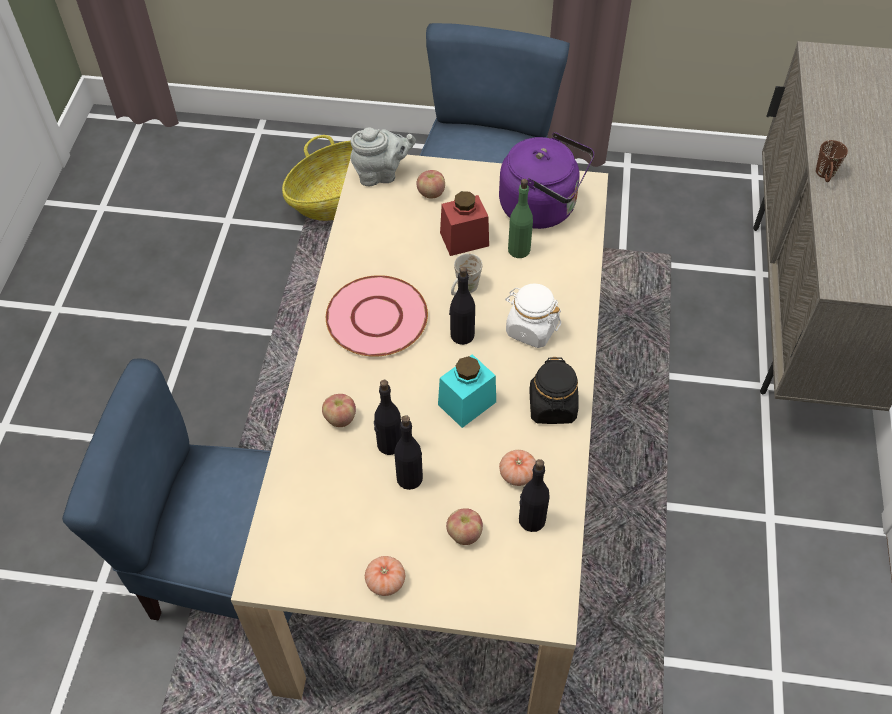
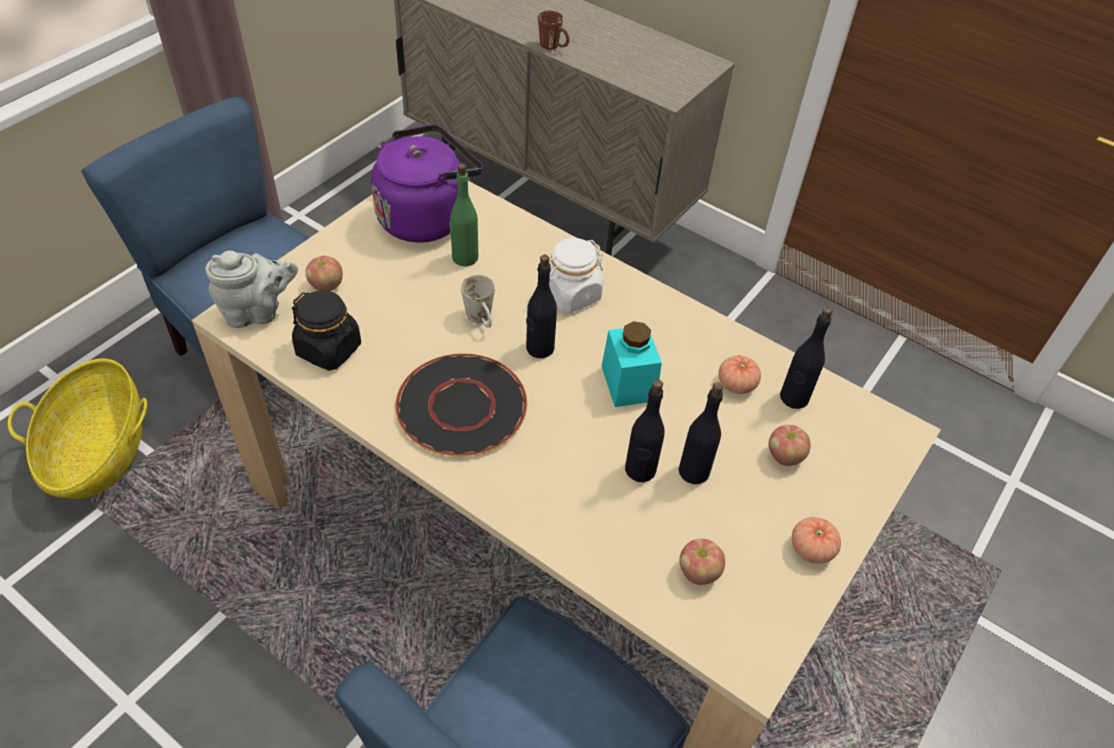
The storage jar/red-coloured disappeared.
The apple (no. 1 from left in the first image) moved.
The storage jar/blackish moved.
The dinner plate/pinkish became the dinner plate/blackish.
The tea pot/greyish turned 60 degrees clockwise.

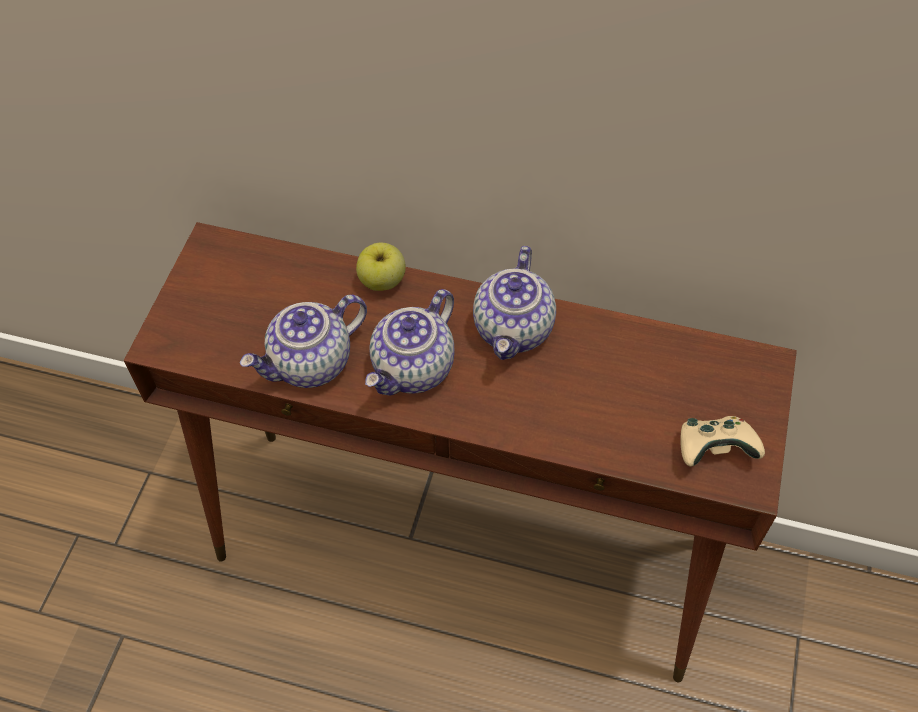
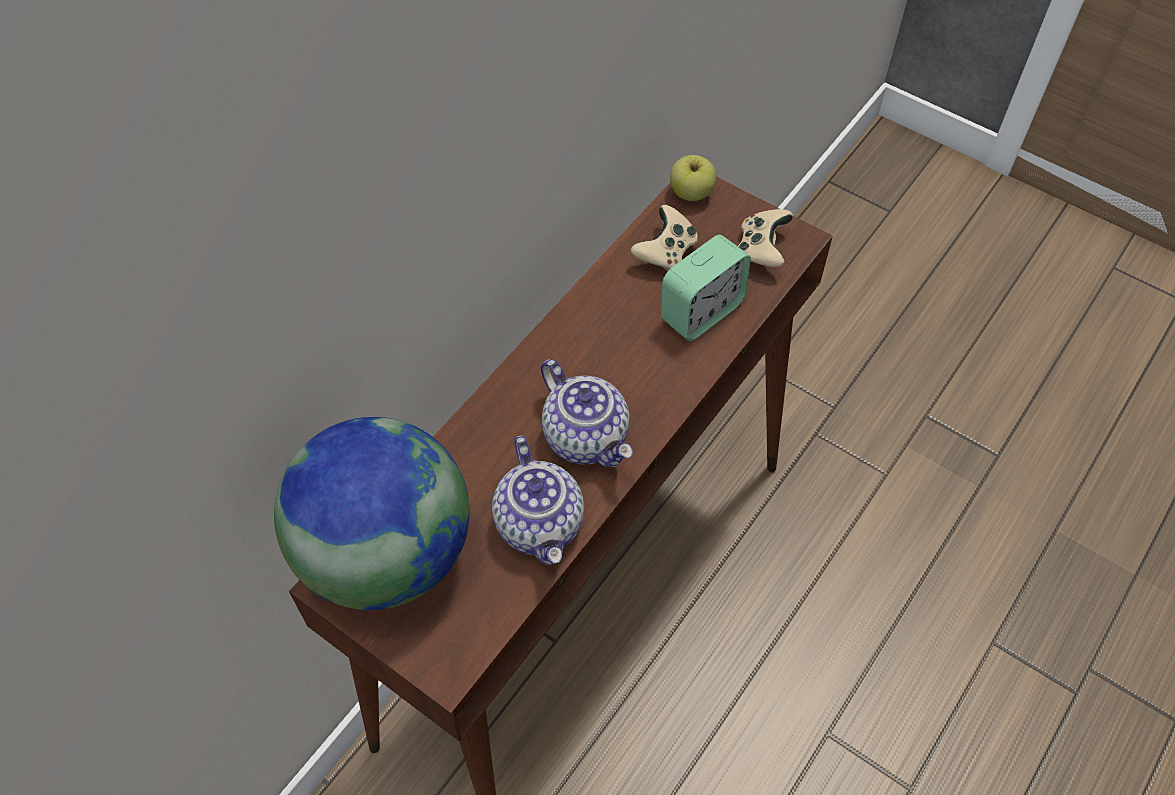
The tea pot (no. 3 from left) disappeared.
The globe appeared.
The gamepad/beige-coloured (no. 1 from left) appeared.
The table clock appeared.
The apple moved.

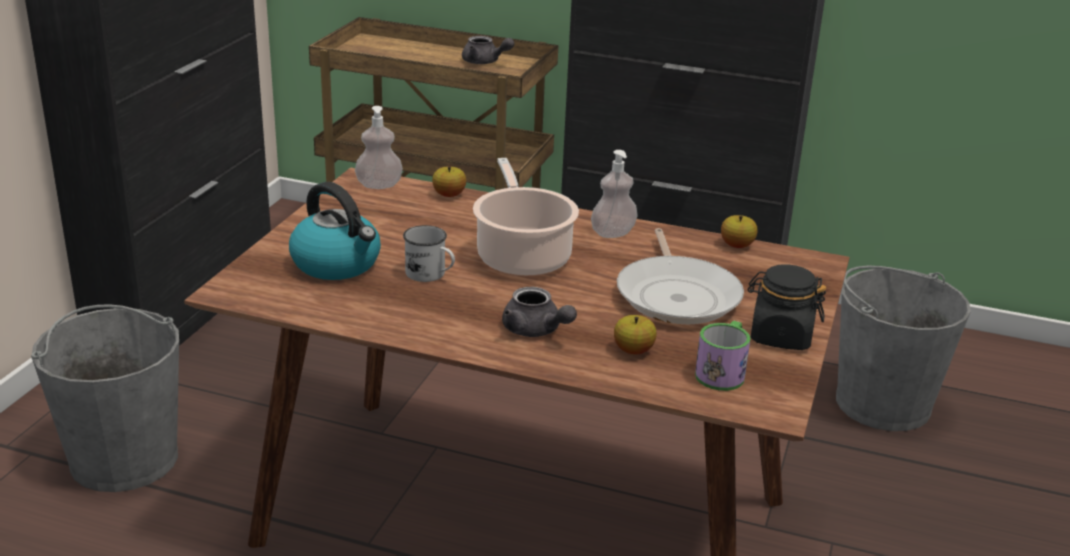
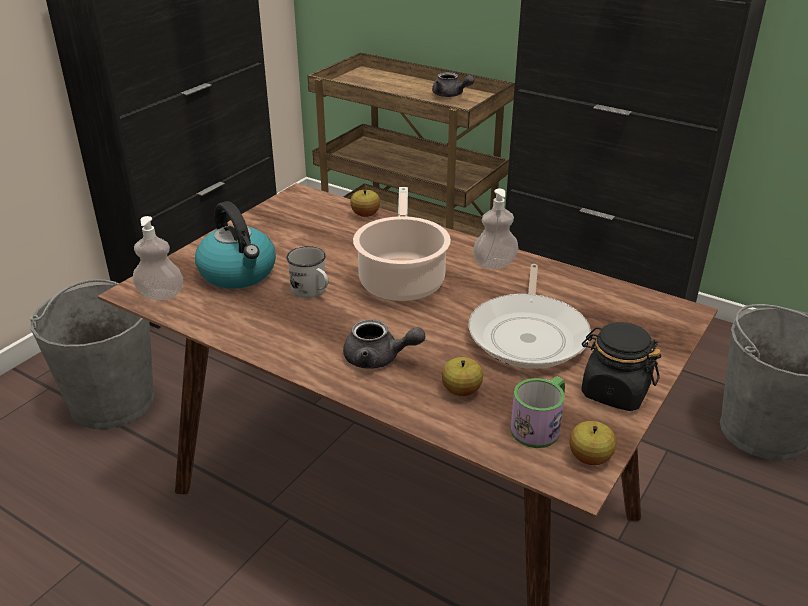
The liquid soap bottle (no. 1 from left) moved.
The apple (no. 3 from left) moved.
The tea pot/greyish (no. 2 from left in the first image) turned 45 degrees counterclockwise.

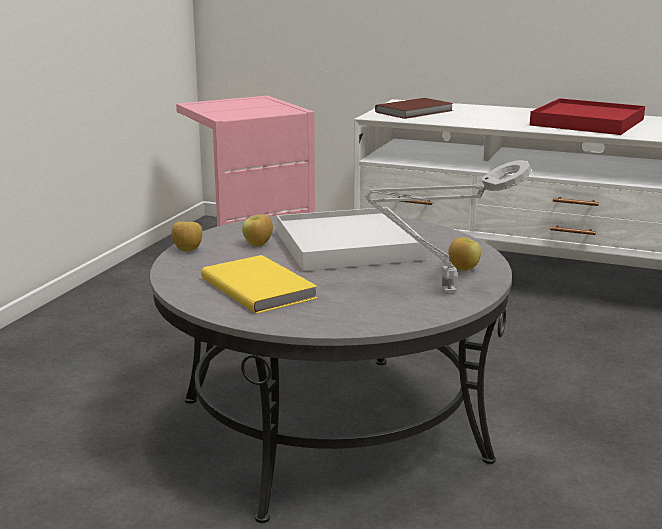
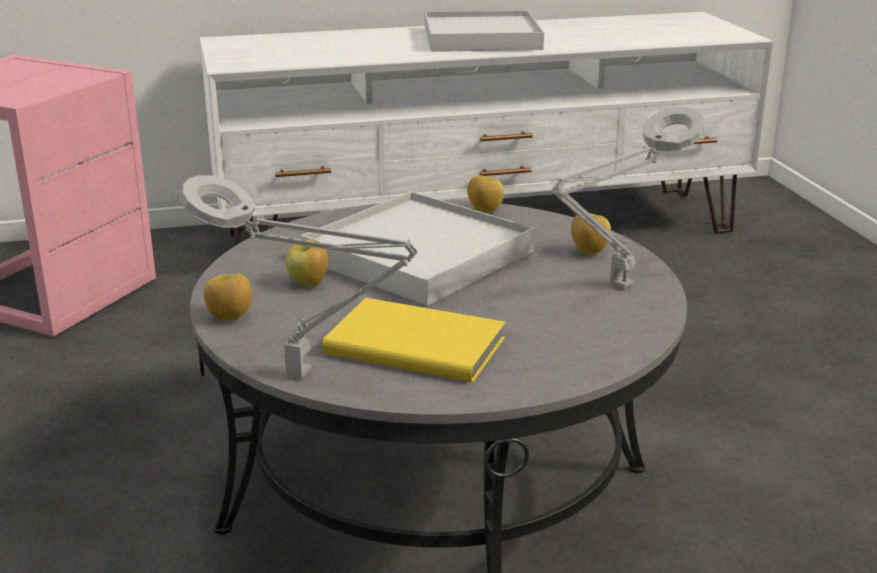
The bound book/brown-coloured disappeared.
The lamp for a table/greyish (no. 1 from left) appeared.
The apple (no. 3 from left) appeared.
The serving tray/red-coloured became the serving tray/white (no. 2 from left).

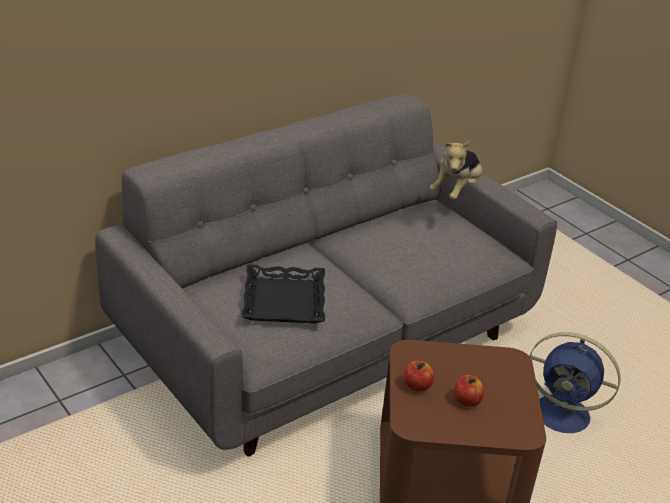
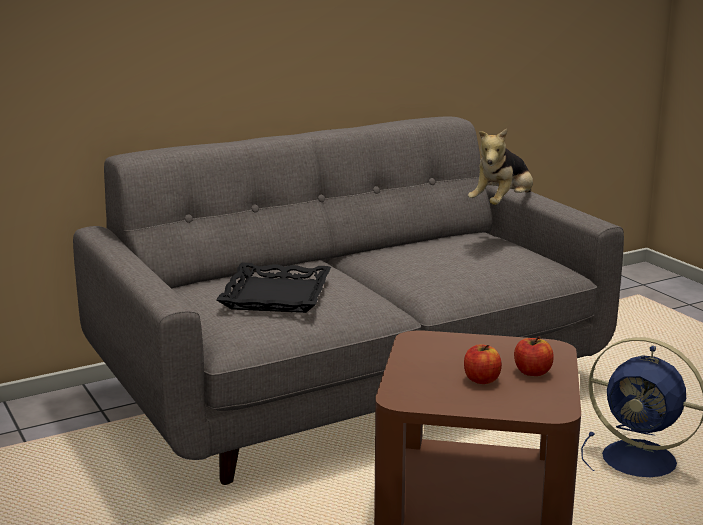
The apple (no. 1 from left in the first image) moved.

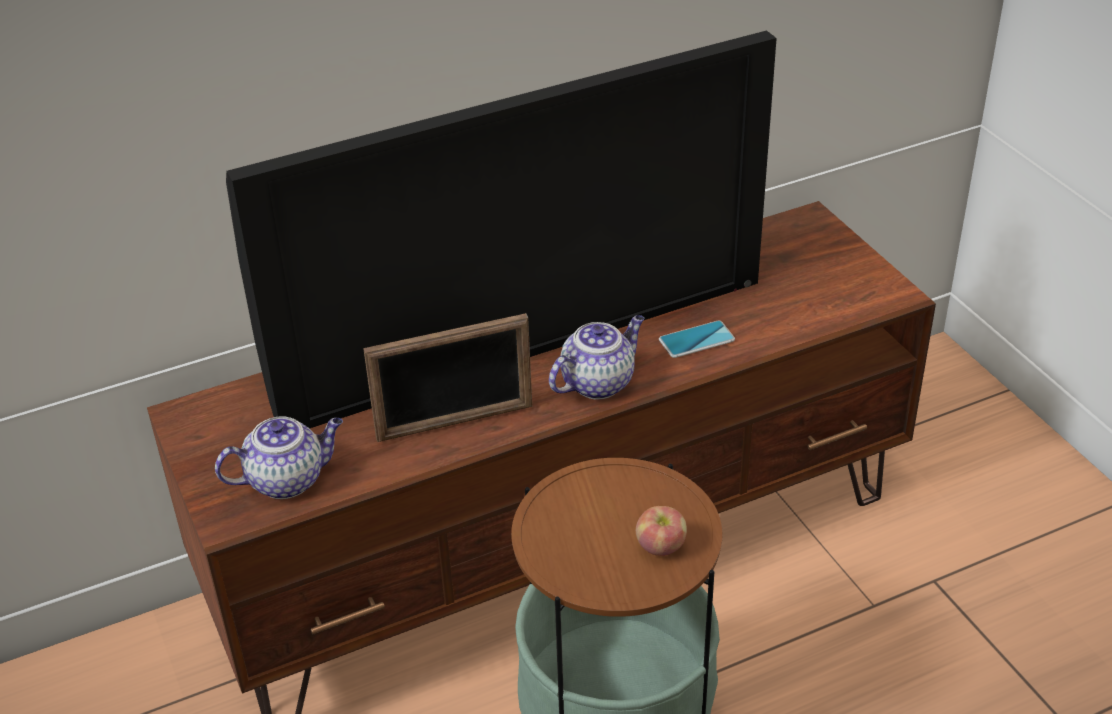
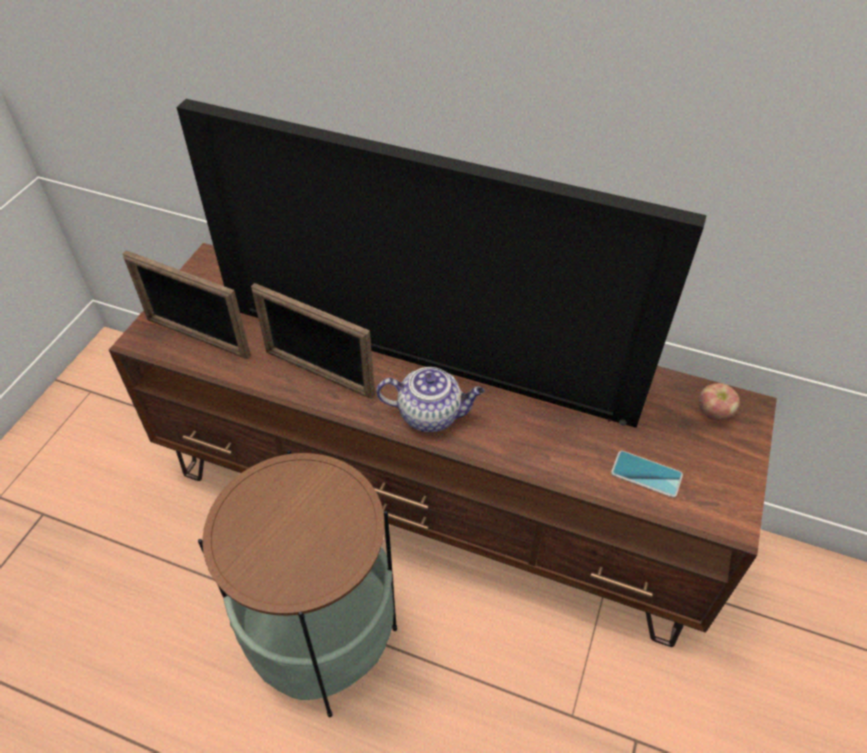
The apple moved.
The telephone moved.
The tea pot (no. 1 from left) was replaced by the standing frame (no. 1 from left).

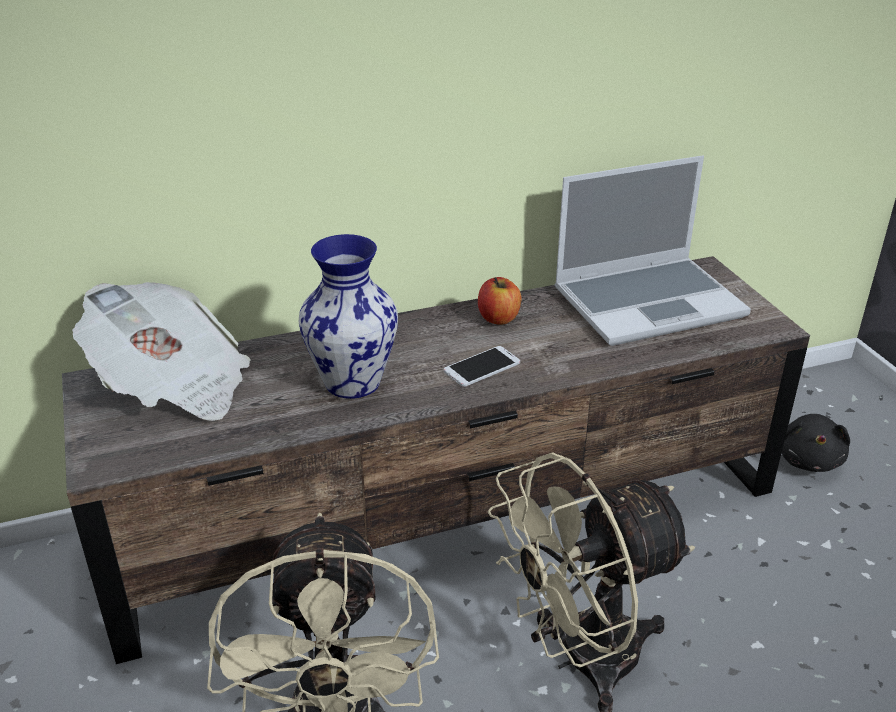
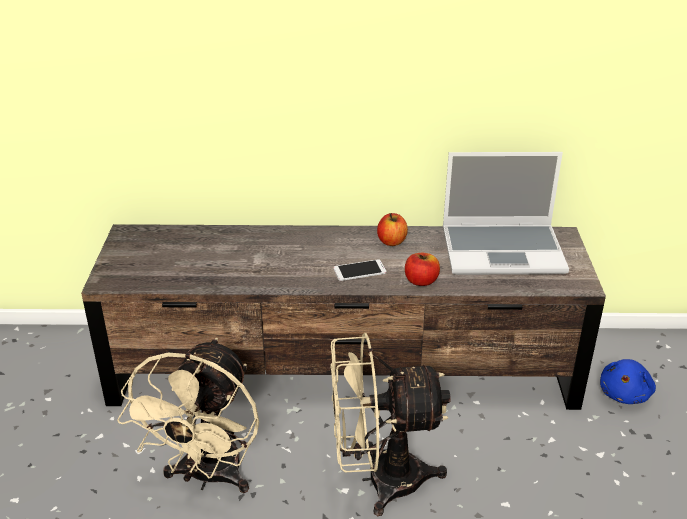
The daily paper disappeared.
The flower vase disappeared.
The apple (no. 2 from left) appeared.
The plush toy/blackish became the plush toy/blue-coloured.

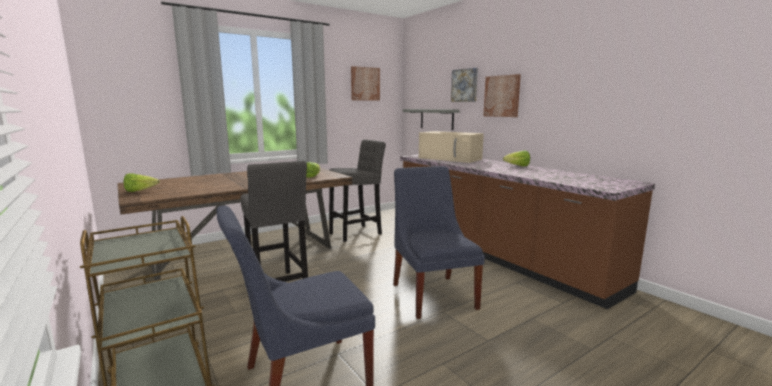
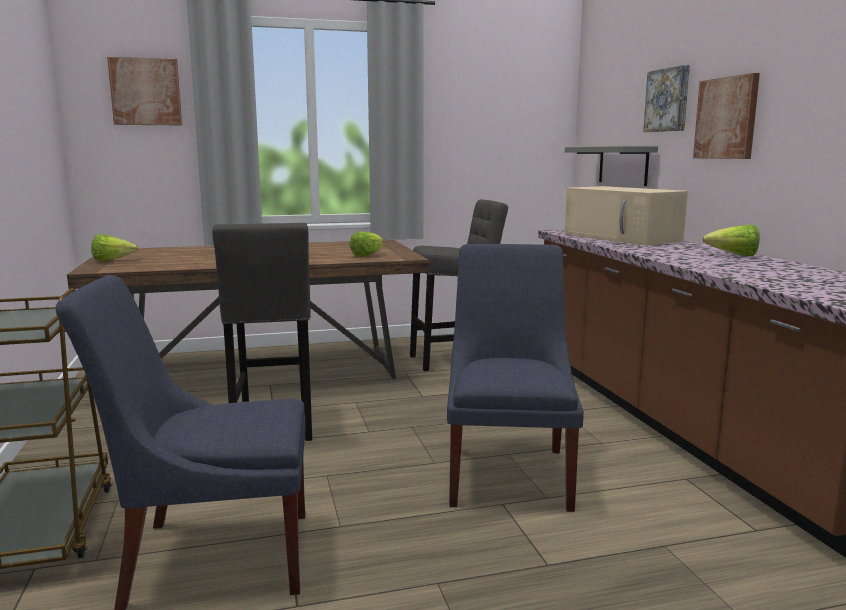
The wall picture (no. 1 from left) moved.

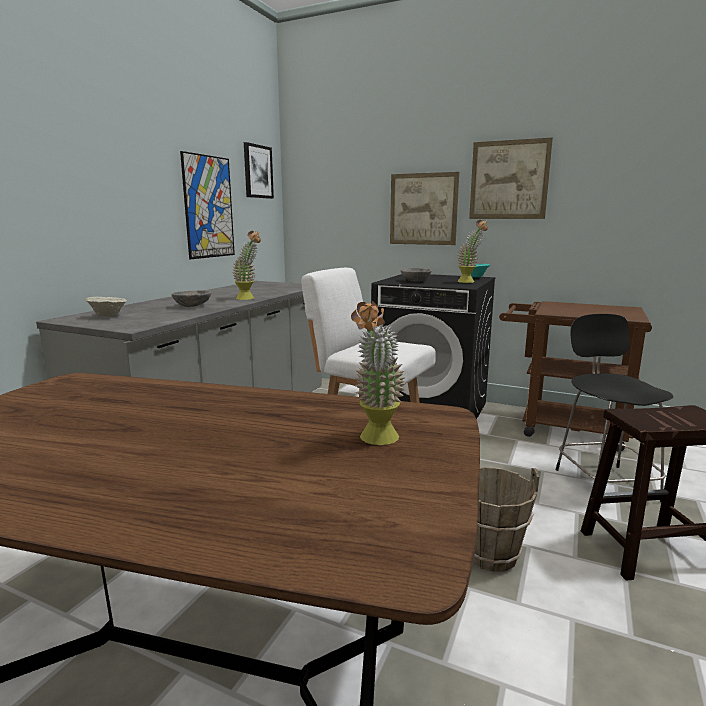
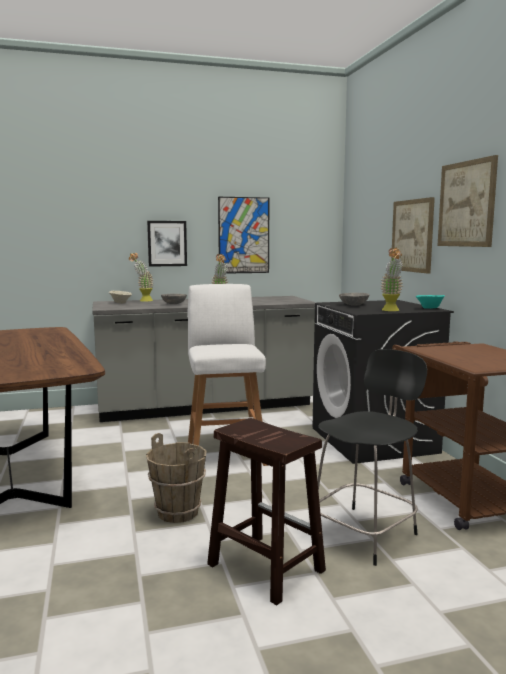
The wall picture (no. 2 from left in the first image) moved.
The houseplant (no. 2 from left in the first image) moved.

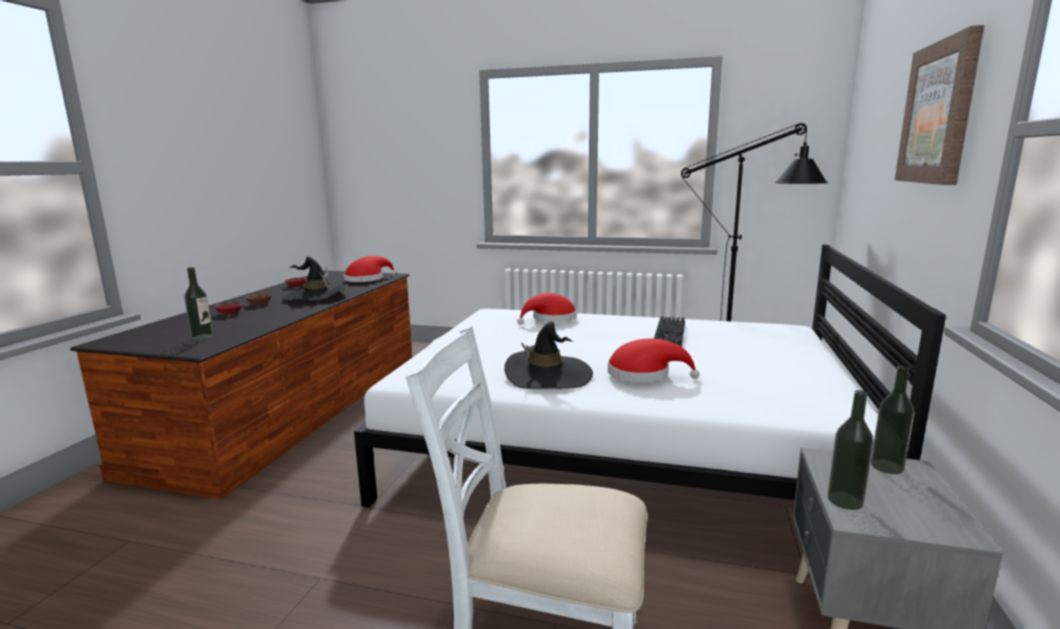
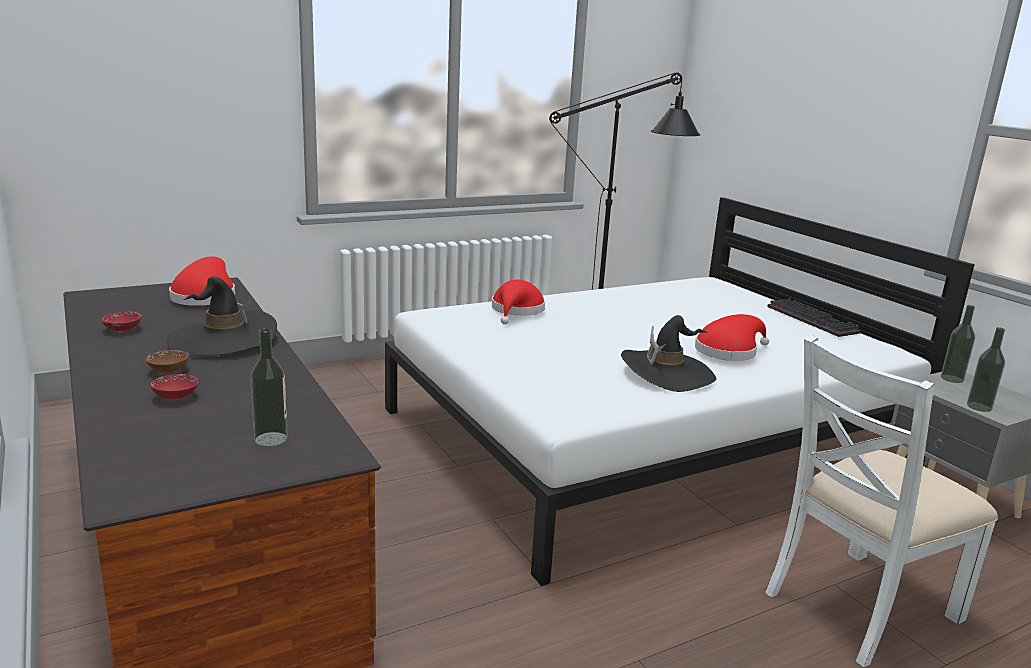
The wall picture disappeared.
The computer keyboard moved.

